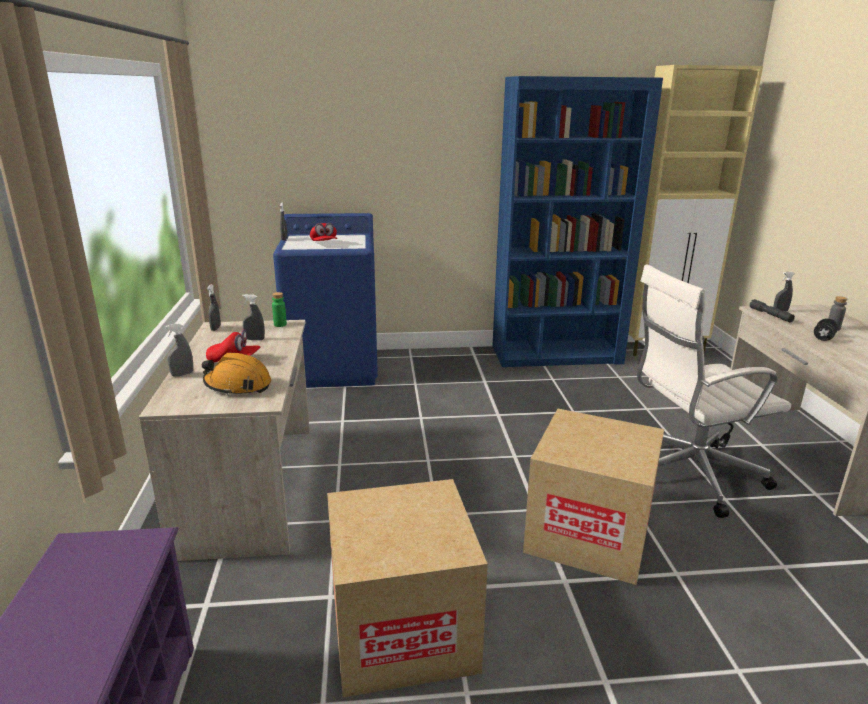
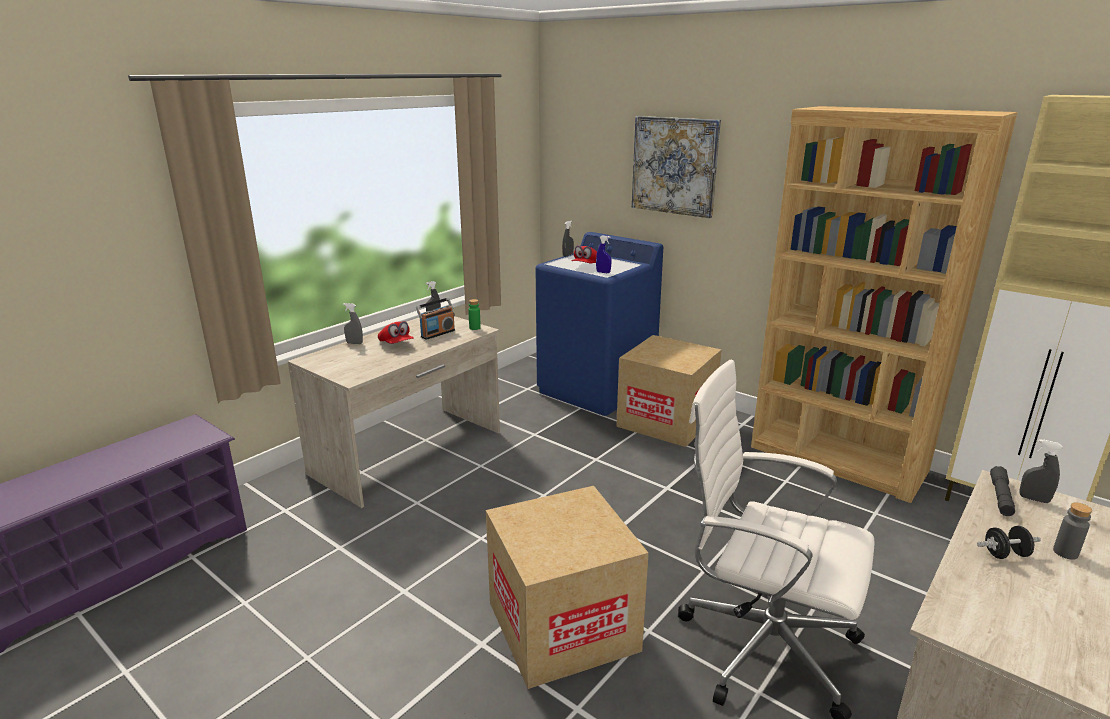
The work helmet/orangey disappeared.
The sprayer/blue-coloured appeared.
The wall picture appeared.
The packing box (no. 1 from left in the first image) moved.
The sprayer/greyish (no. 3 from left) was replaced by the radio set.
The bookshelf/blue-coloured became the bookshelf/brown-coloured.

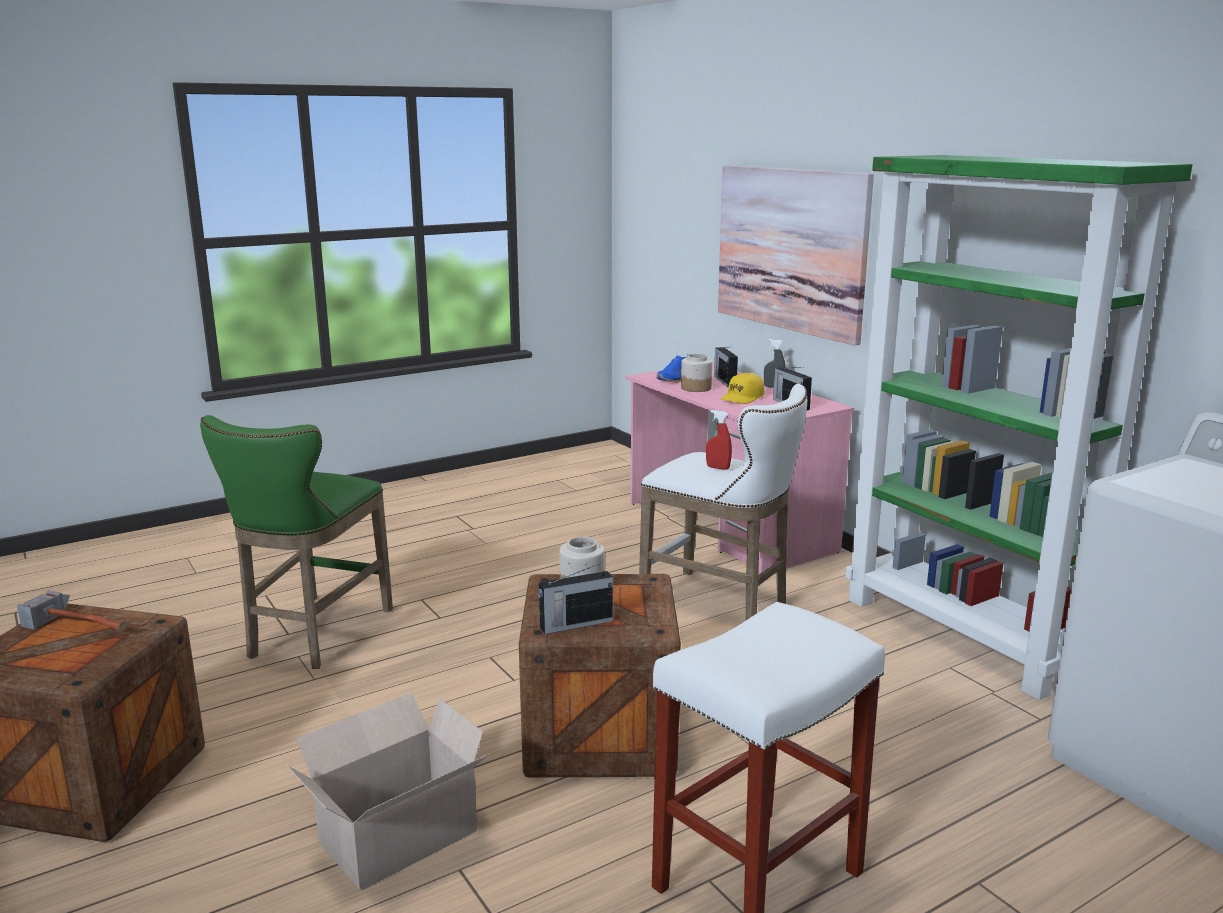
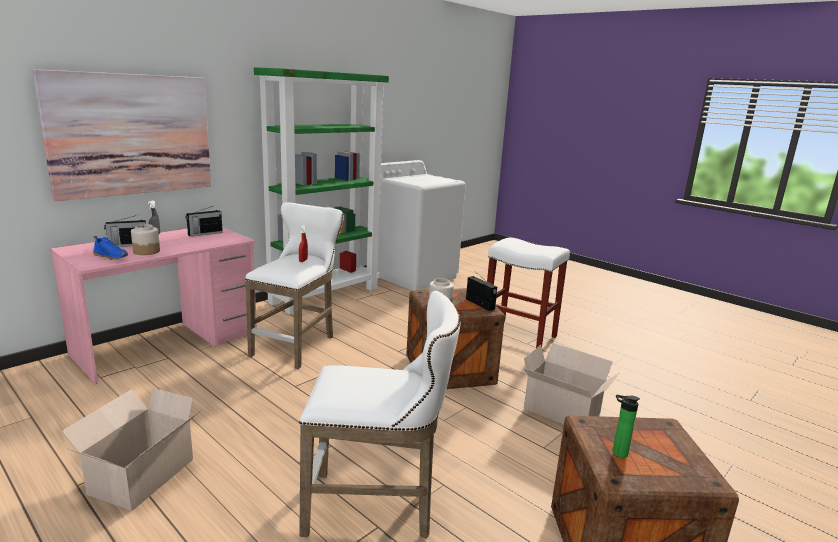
The cap/yellow disappeared.
The packing box (no. 1 from left) appeared.
The tool hammer was replaced by the bottle.
The stool/greenish became the stool/white (no. 2 from left).

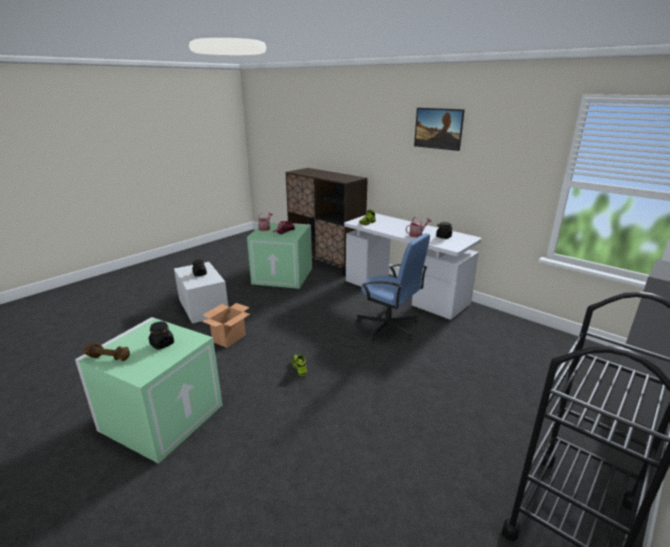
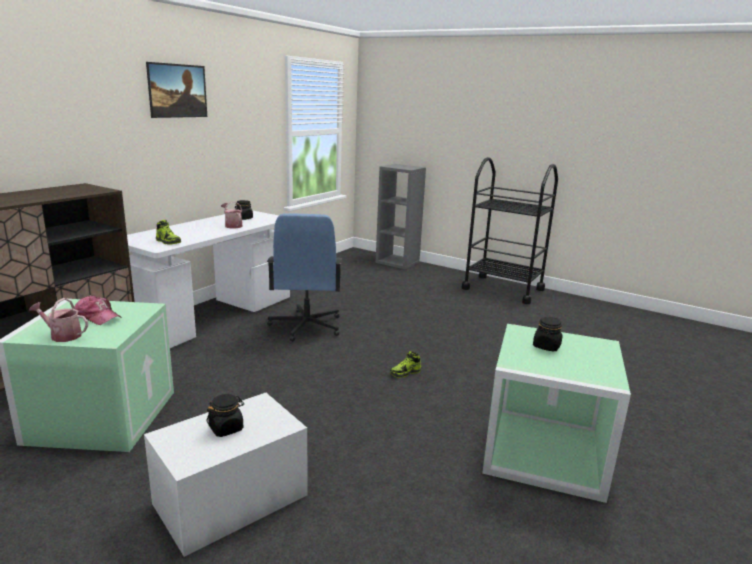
The free weight/brown-coloured disappeared.
The packing box disappeared.
The computer chair/blue-coloured turned 150 degrees clockwise.

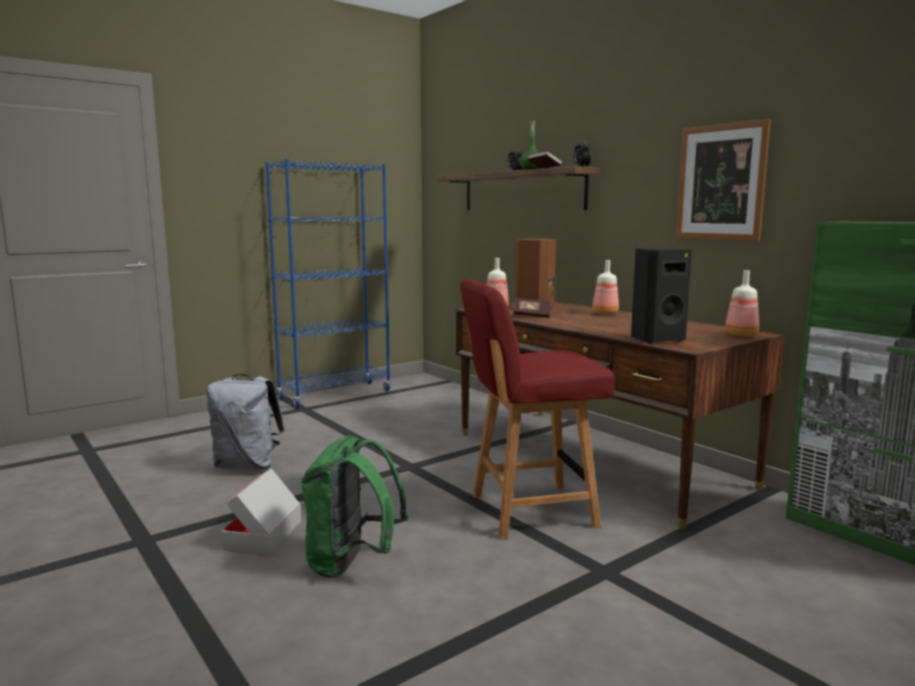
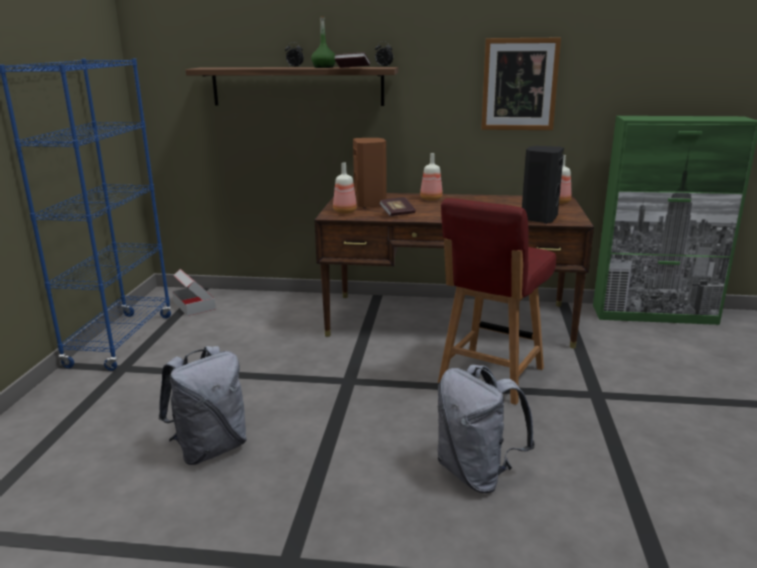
The packing box moved.
The knapsack/greenish became the knapsack/greyish (no. 2 from left).

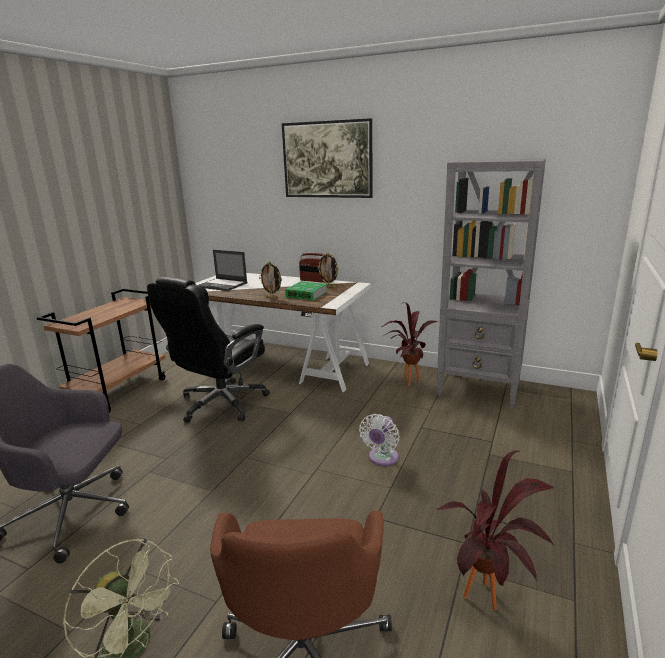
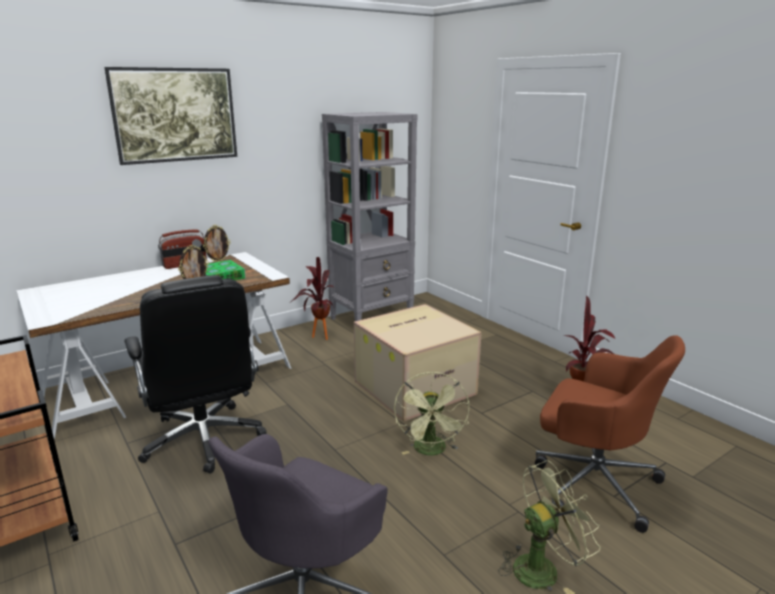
The portable computer disappeared.
The electric fan/greenish (no. 1 from left) appeared.
The electric fan/white was replaced by the packing box.

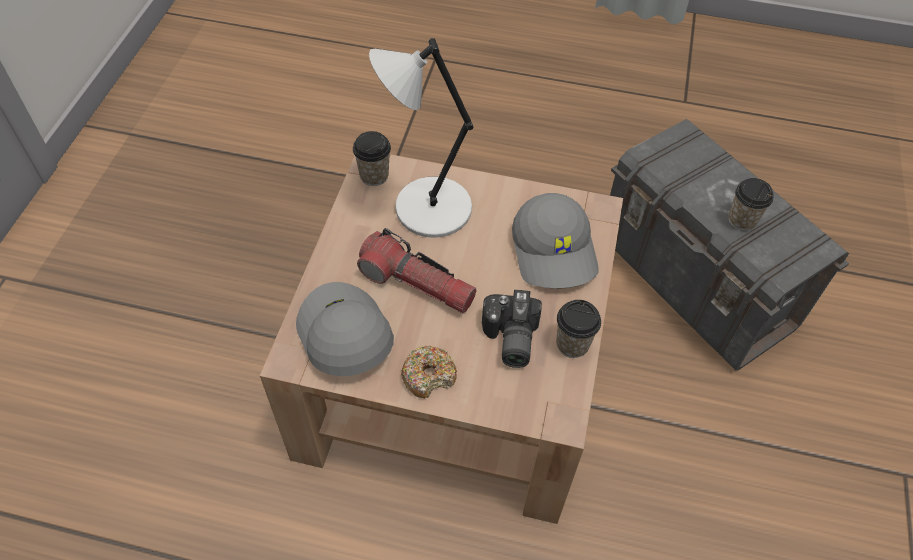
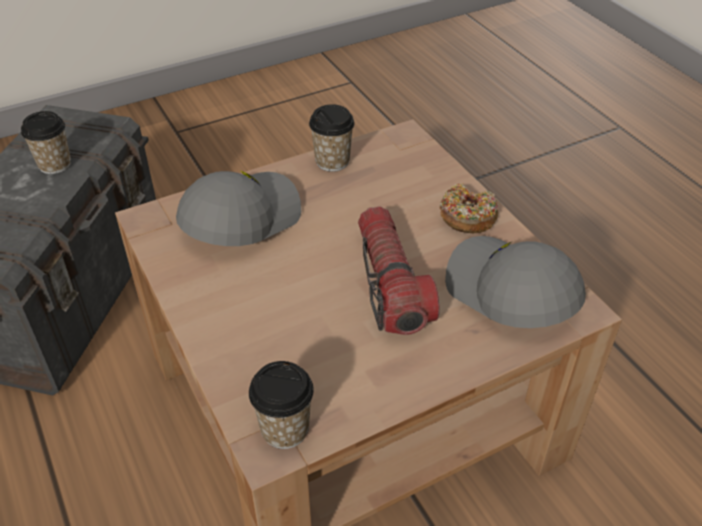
The lamp for a table/greyish disappeared.
The still camera disappeared.
The cap/greyish (no. 1 from left in the first image) turned 120 degrees clockwise.

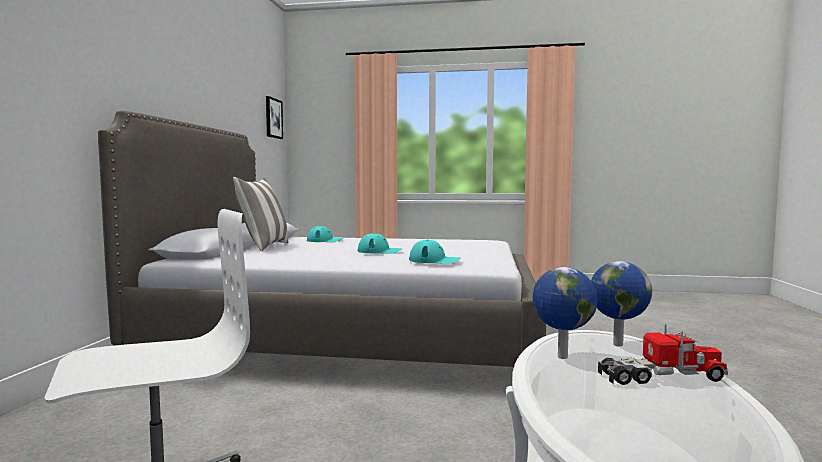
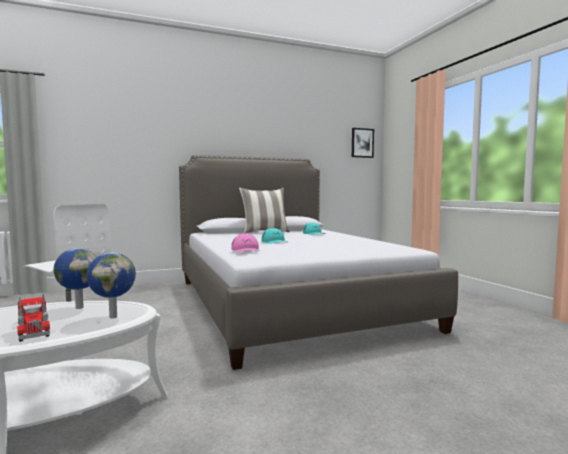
The cap/turquoise (no. 3 from left) became the cap/pinkish.

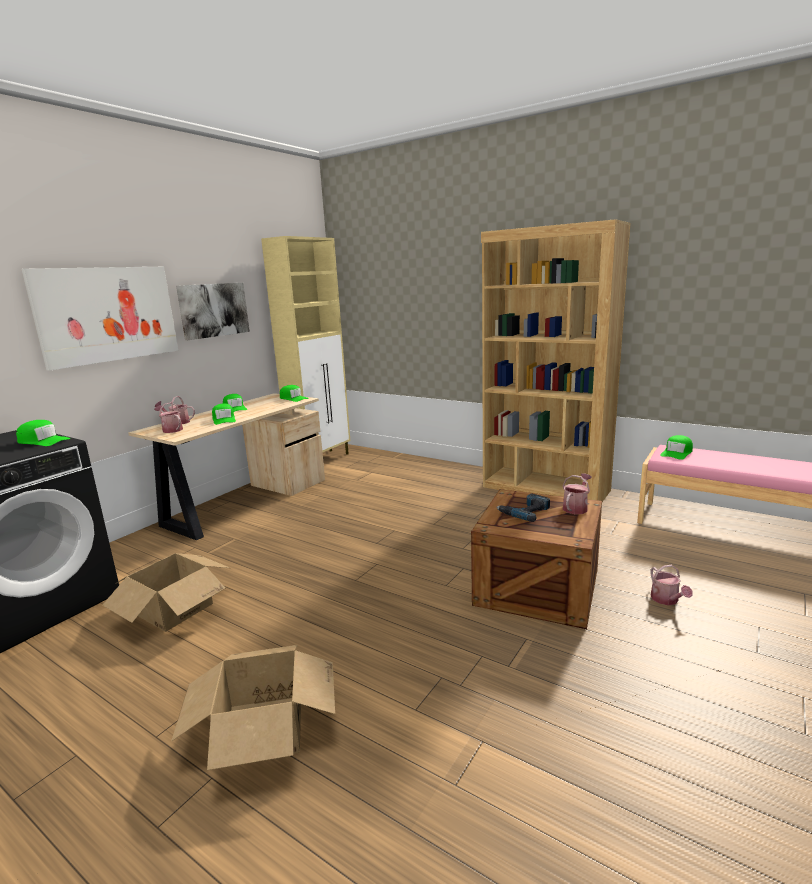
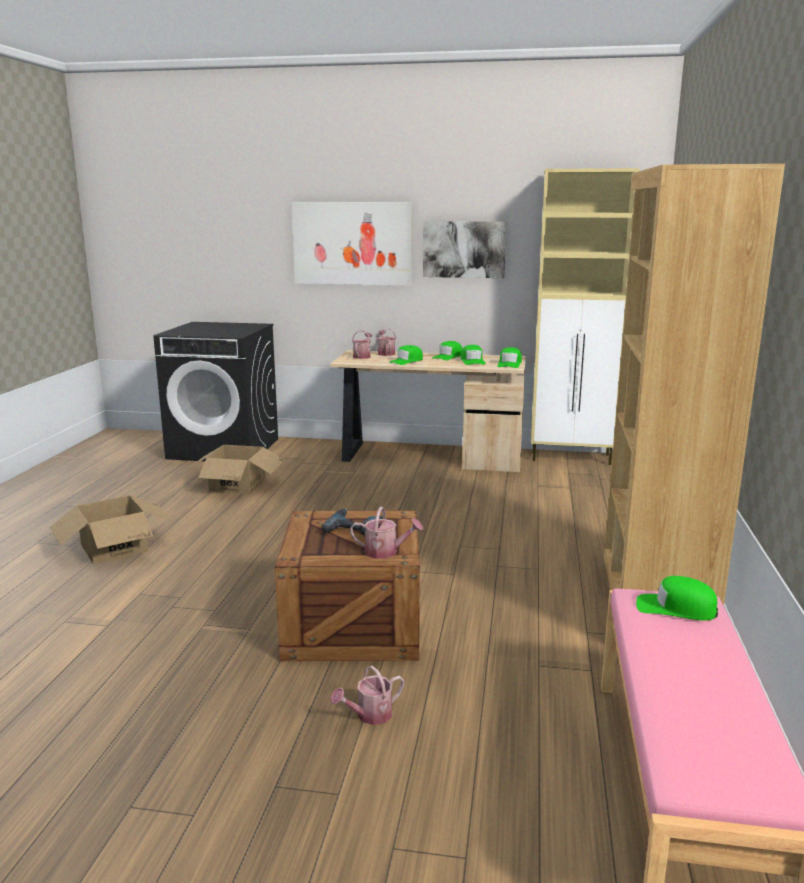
The cap/greenish (no. 1 from left in the first image) moved.

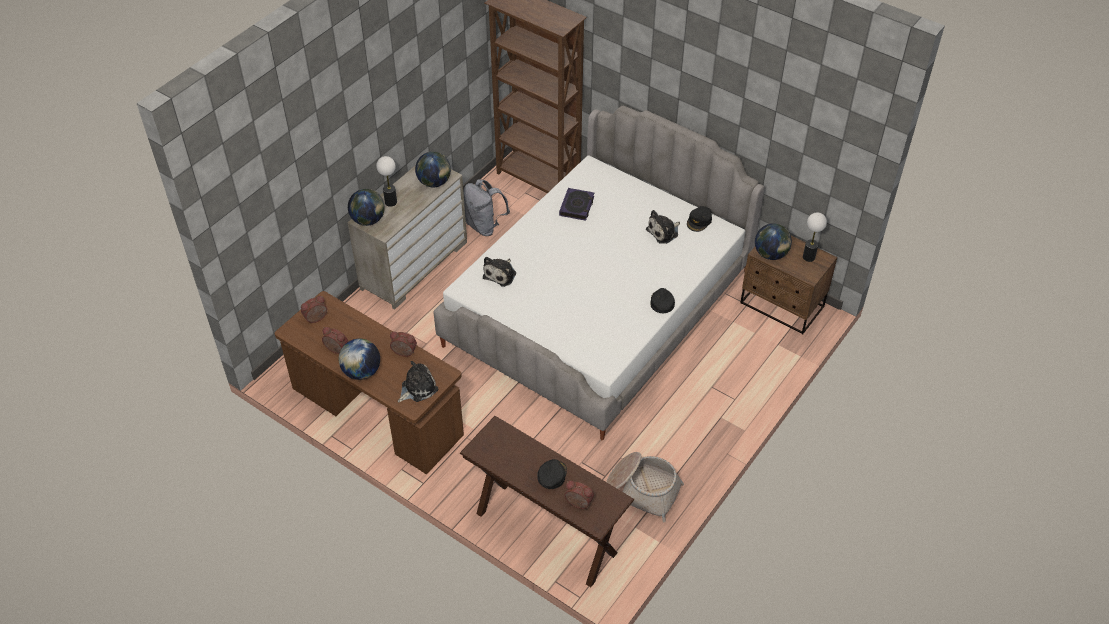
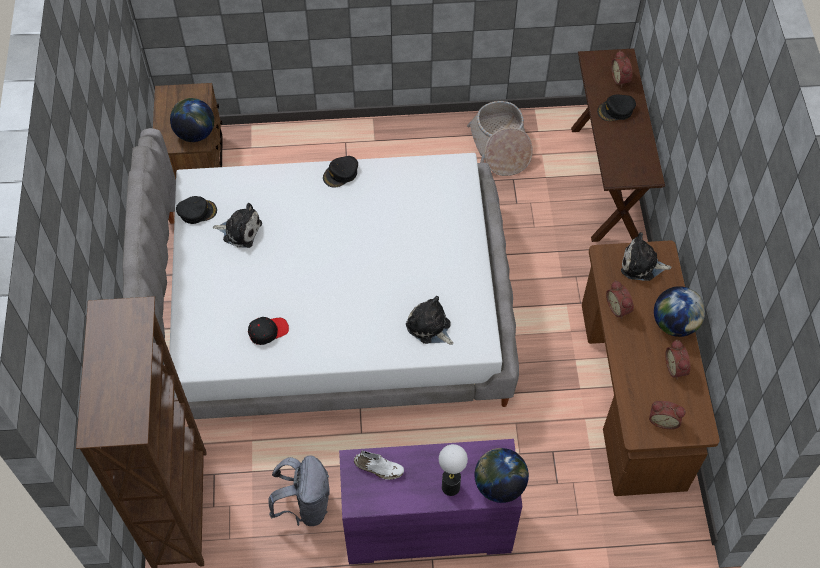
The lamp for a table (no. 2 from left) disappeared.
The globe (no. 3 from left) was replaced by the shoe/white.
The bound book was replaced by the cap/blackish (no. 2 from left).
The dresser/beige-coloured became the dresser/purple-coloured.
The plush toy (no. 2 from left) turned 120 degrees counterclockwise.

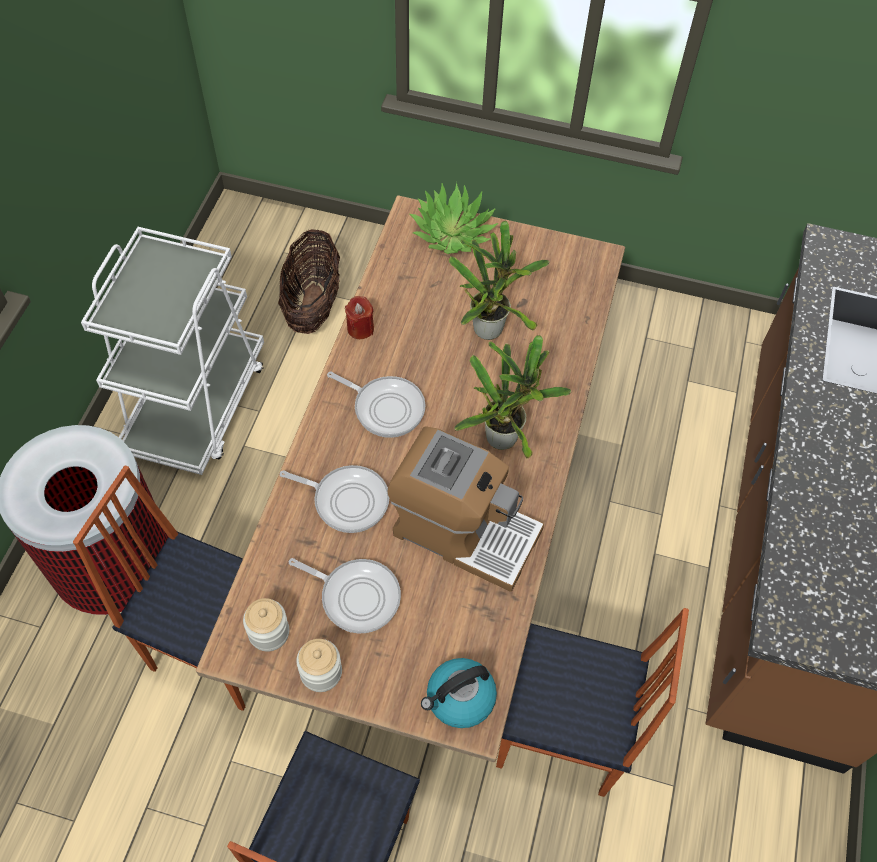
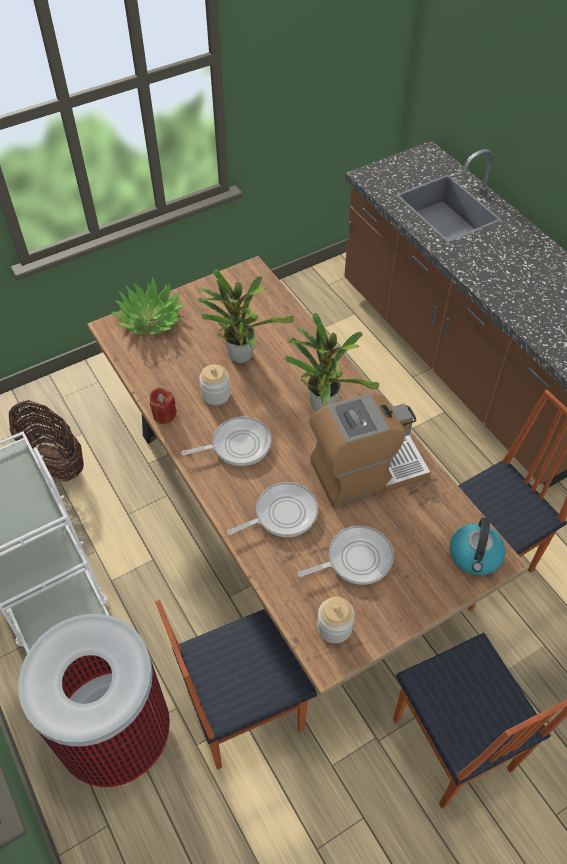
The storage jar (no. 2 from left in the first image) moved.

